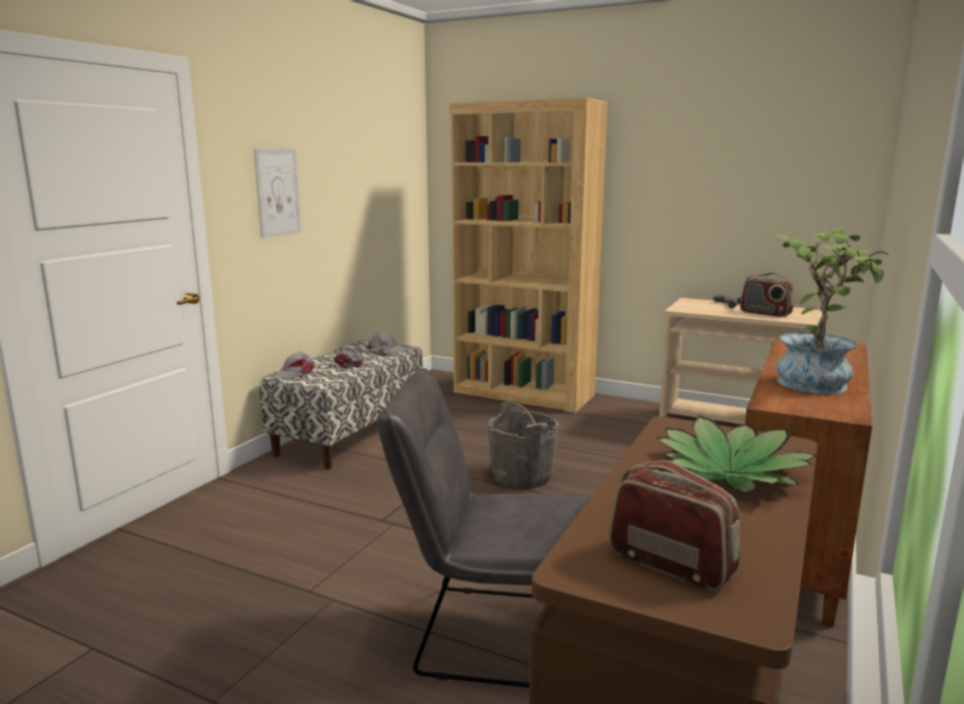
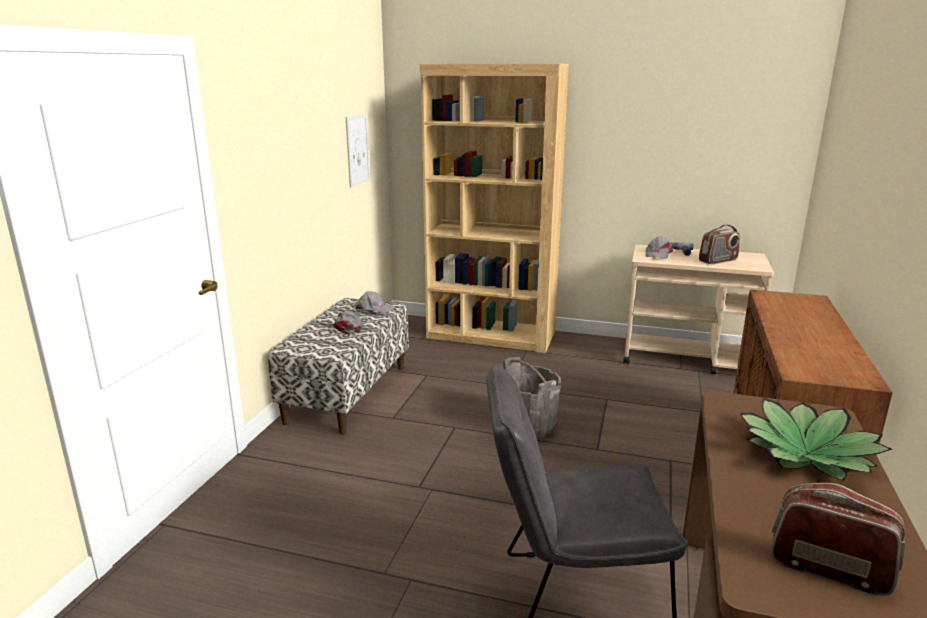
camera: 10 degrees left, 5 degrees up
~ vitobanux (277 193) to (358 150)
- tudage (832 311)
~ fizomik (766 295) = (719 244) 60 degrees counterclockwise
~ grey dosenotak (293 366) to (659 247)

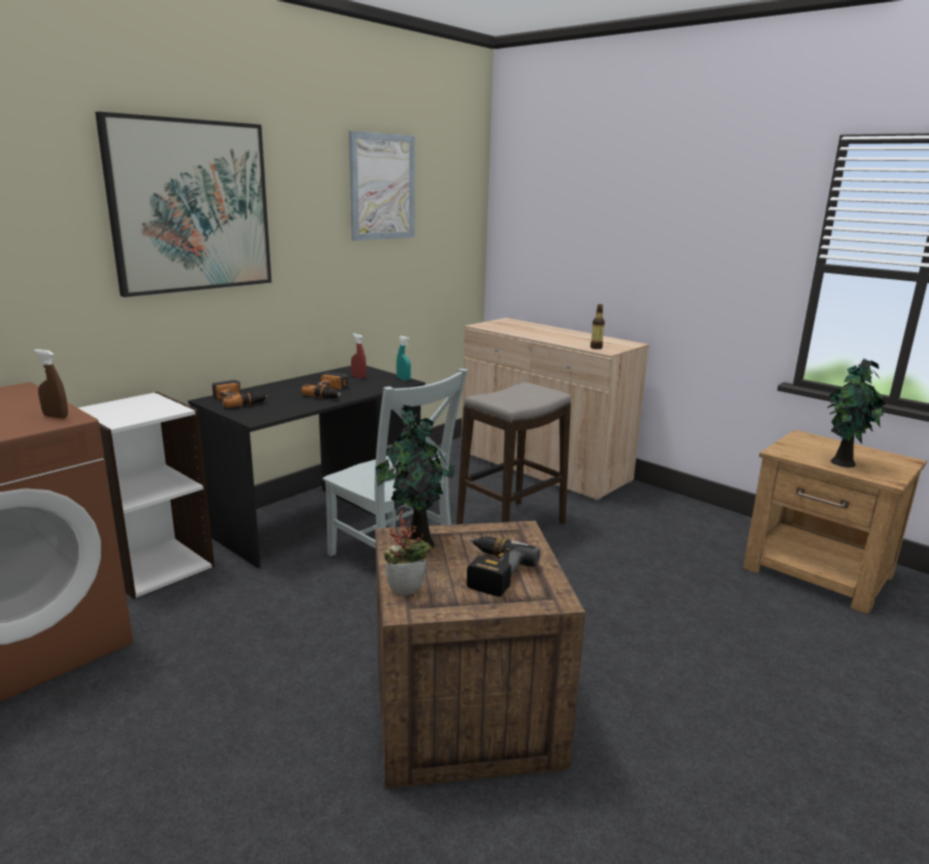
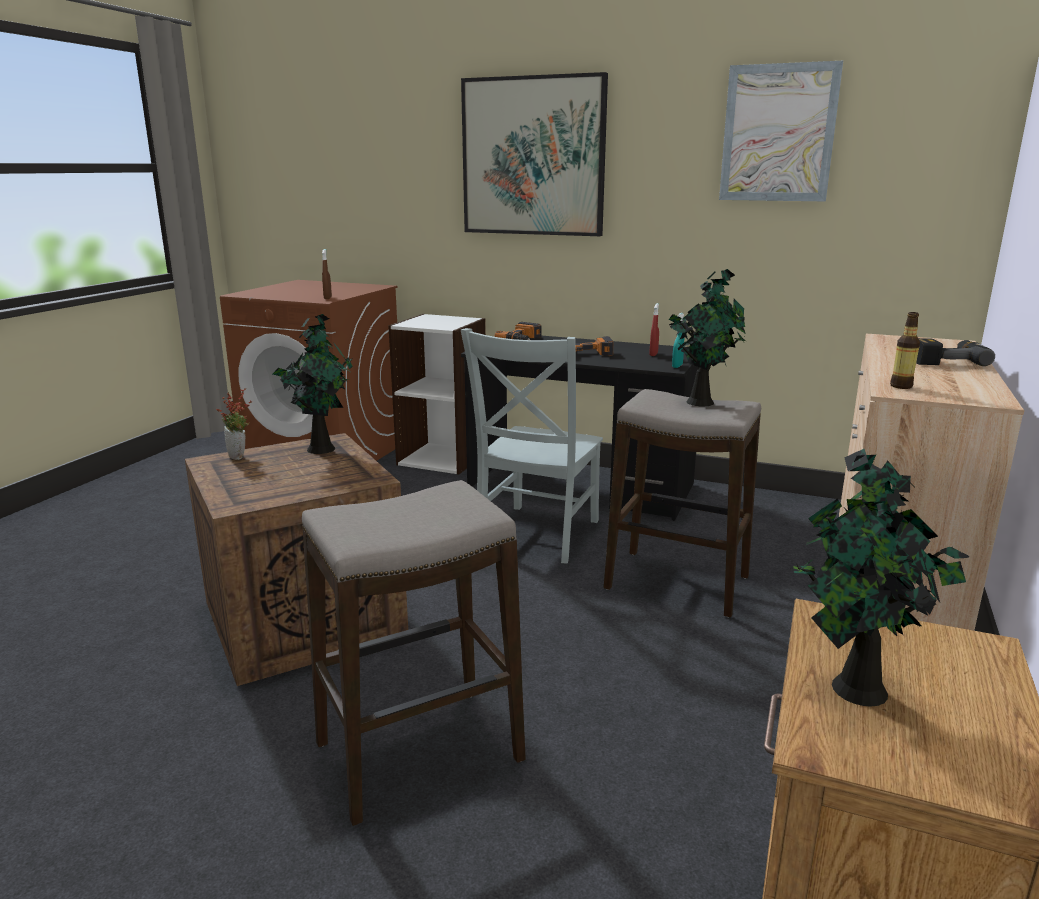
camera: 70 degrees right, 0 degrees up
~ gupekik (503 566) to (955 352)
+ tudage (707 337)
+ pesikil (414 653)

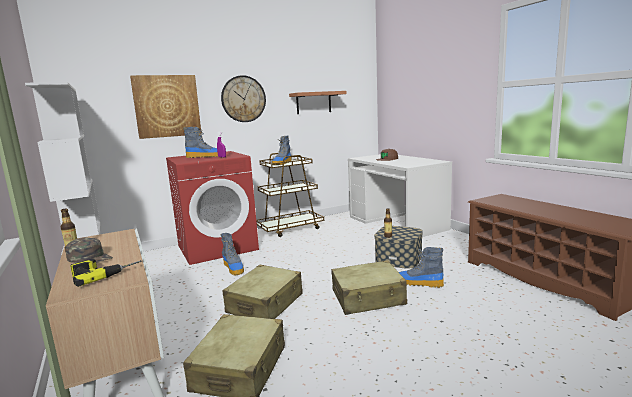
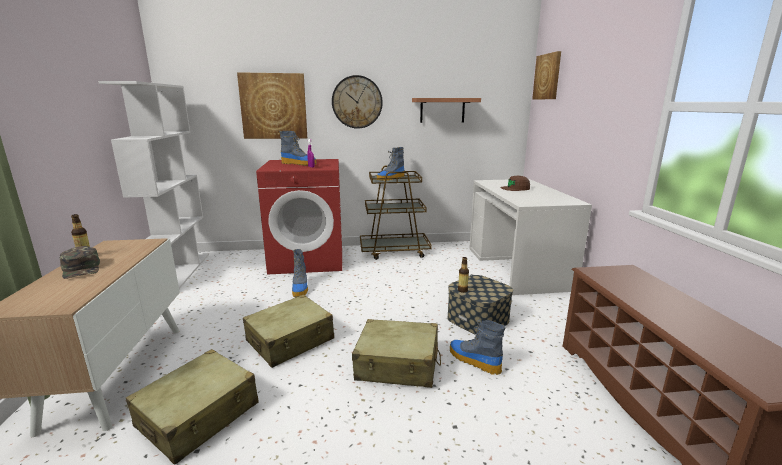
camera: 20 degrees right, 5 degrees up
- gupekik (106 272)
+ vitobanux (546 75)

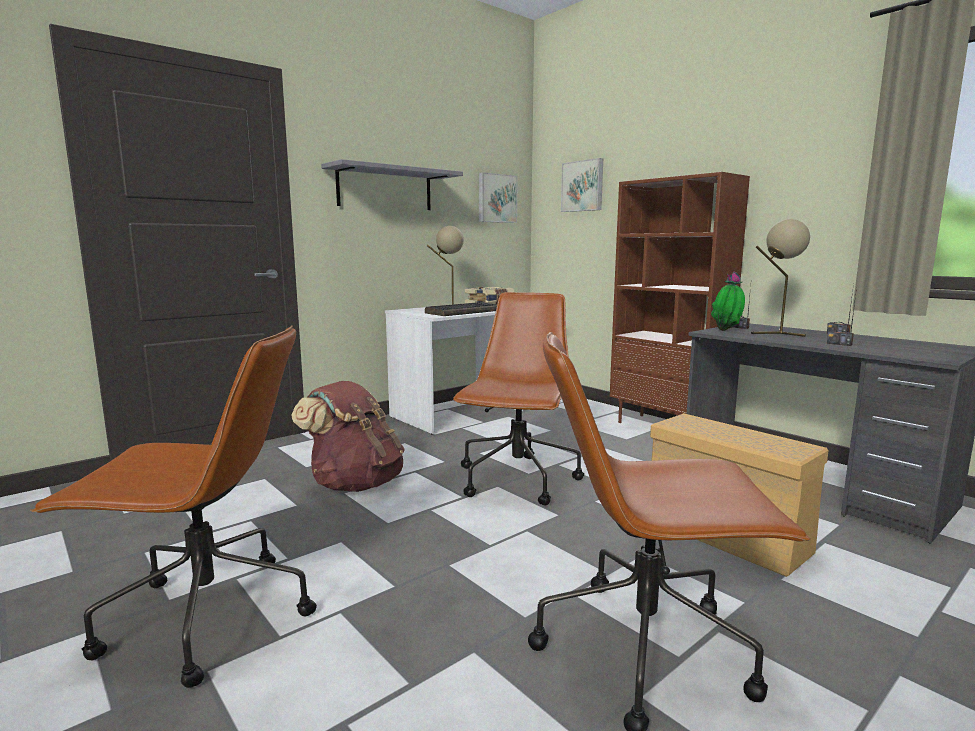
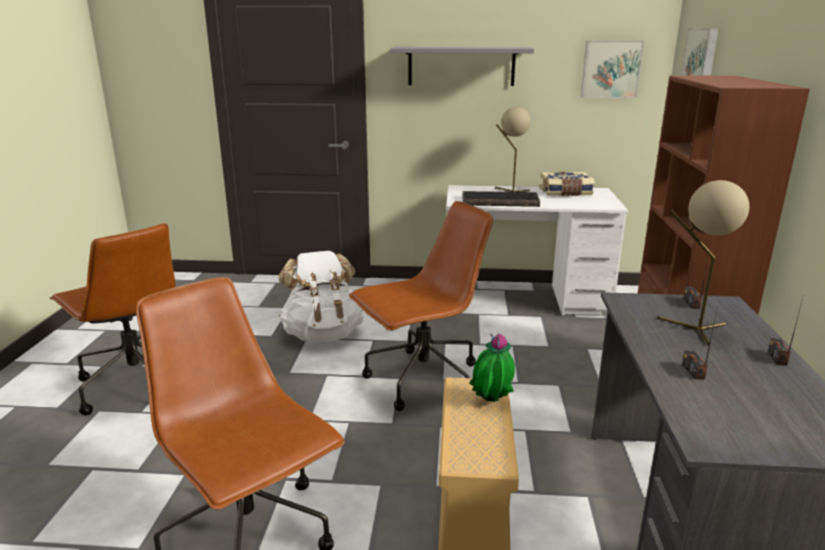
camera: 45 degrees right, 10 degrees up
~ tudage (728 301) to (492 367)
~ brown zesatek (347 436) to white zesatek (320 297)

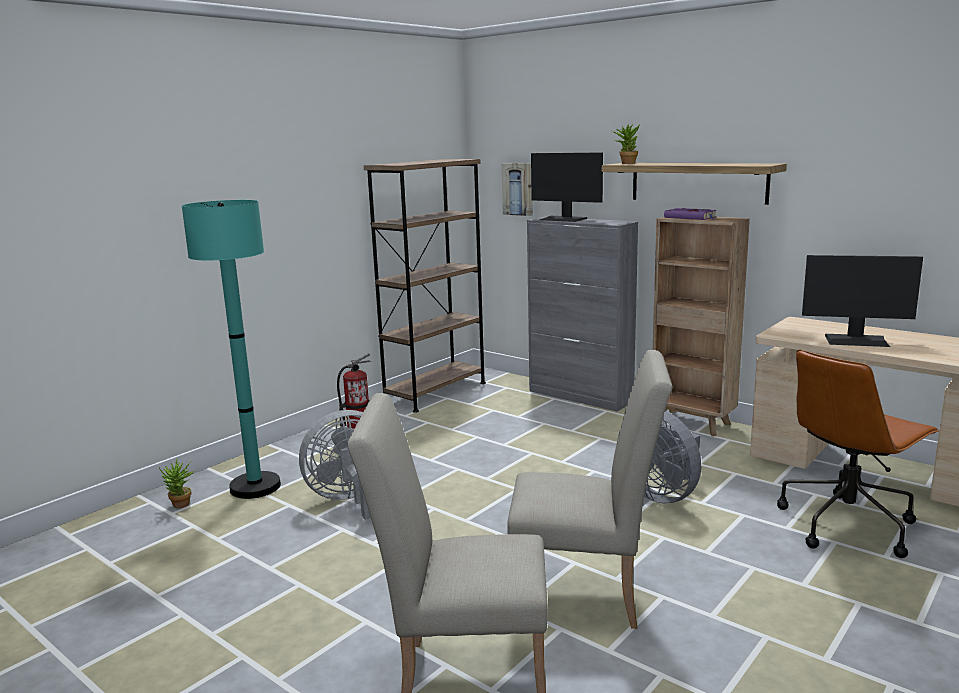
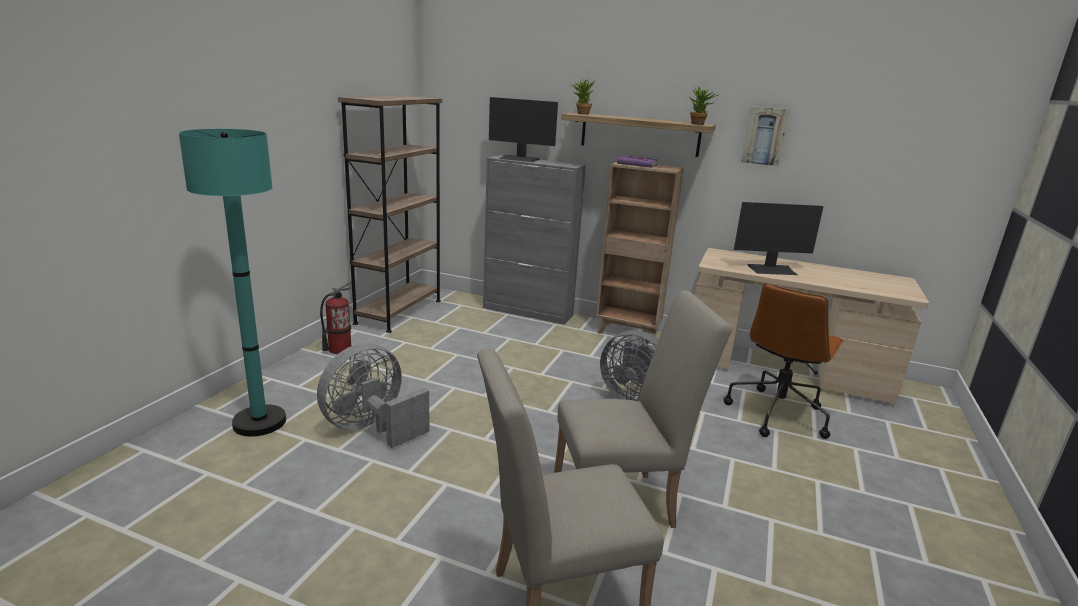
camera: 20 degrees left, 5 degrees up
~ vitobanux (517 189) to (765 136)
~ tudage (177 483) to (703 106)

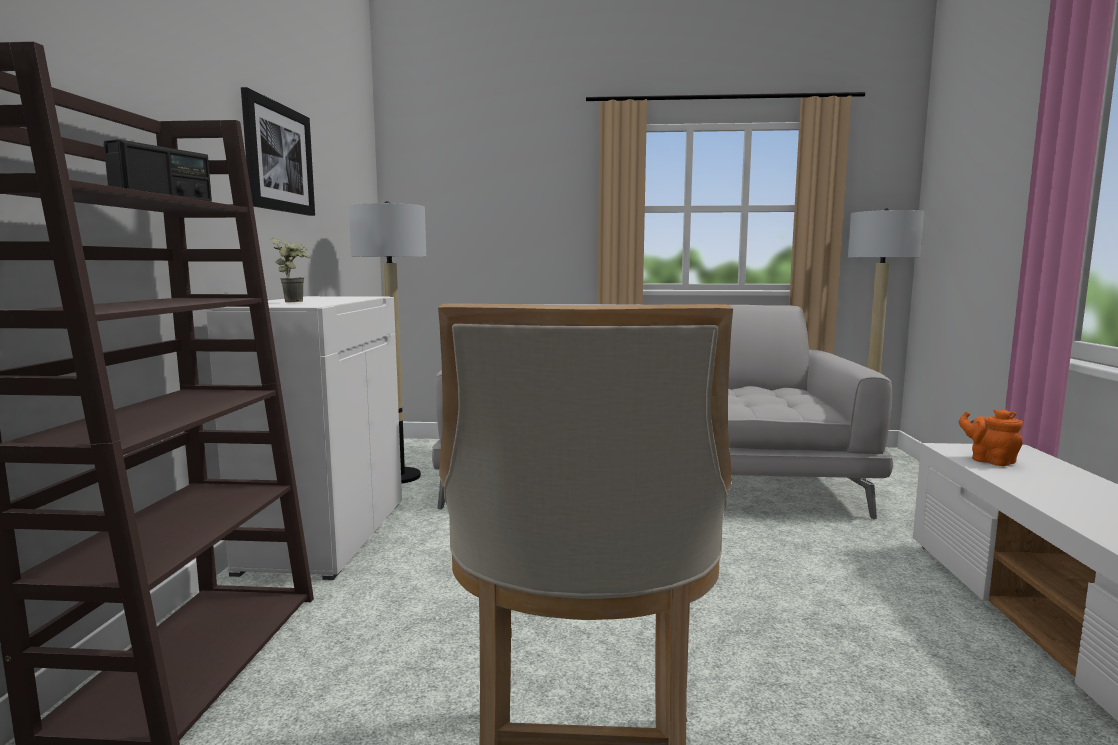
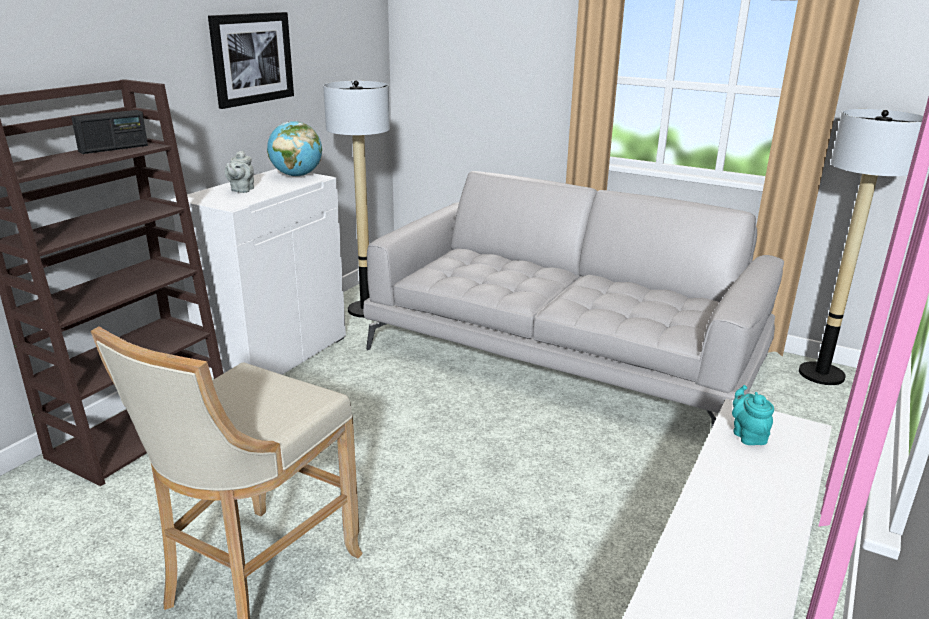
camera: 25 degrees right, 15 degrees up
~ tudage (290 269) to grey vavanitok (239 171)
~ orange vavanitok (991 437) to turquoise vavanitok (753 415)
+ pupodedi (294 149)

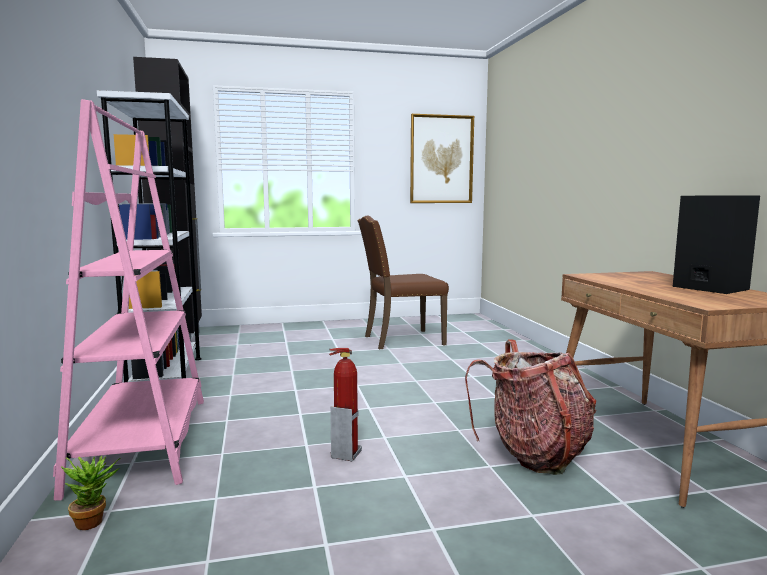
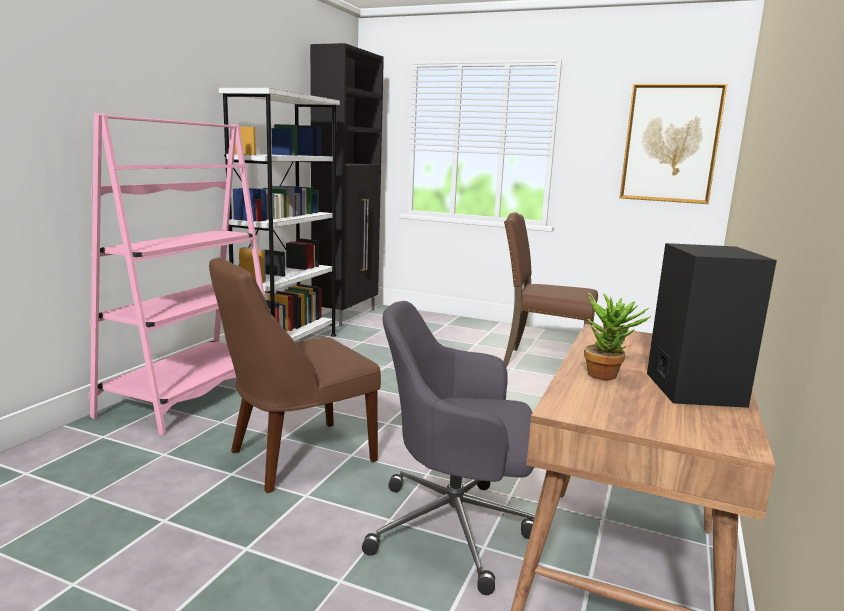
camera: 35 degrees right, 5 degrees up
~ zesatek (531 407) to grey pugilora (448 448)
~ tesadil (345 405) to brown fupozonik (295 375)
~ tudage (90 493) to (617 336)

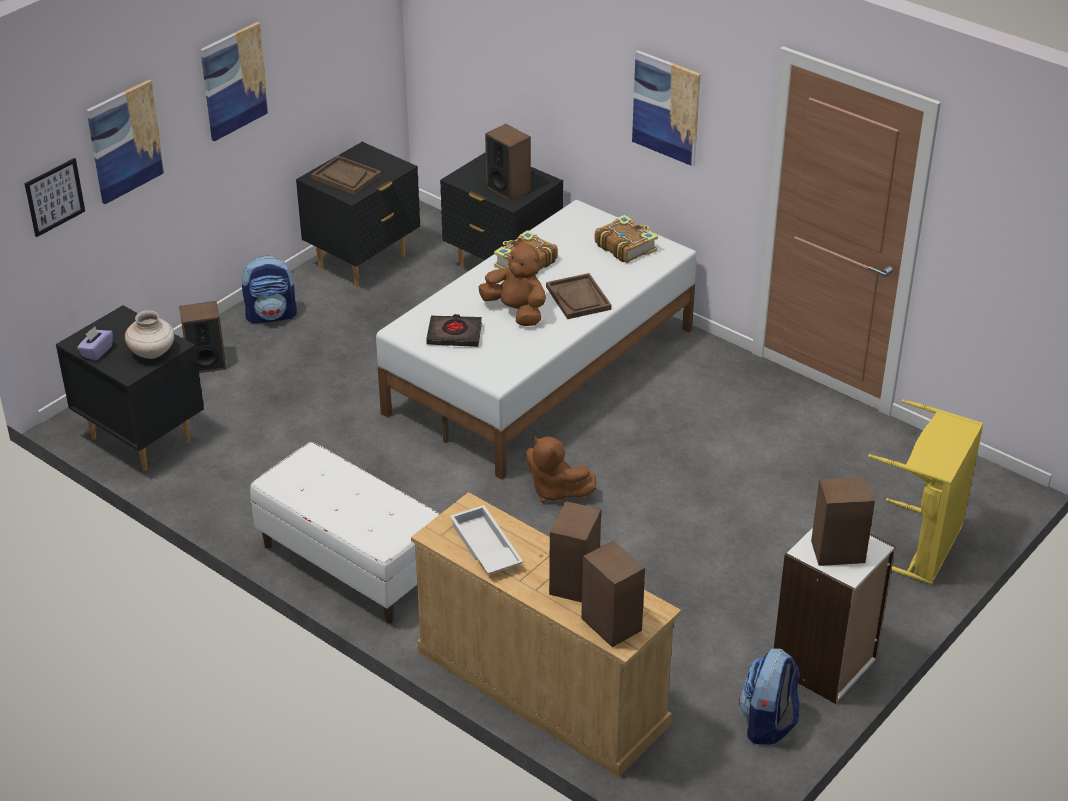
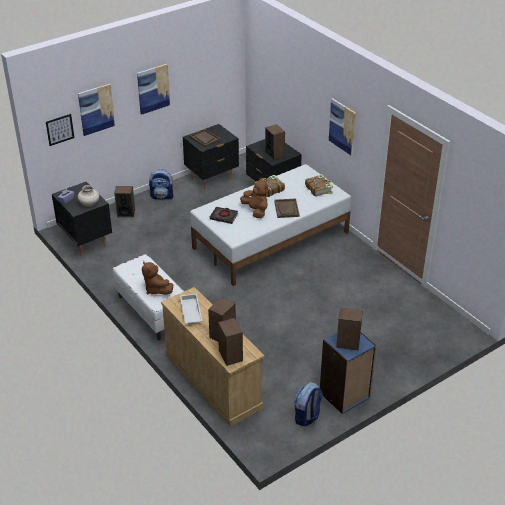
camera: 15 degrees right, 0 degrees up
- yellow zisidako (925 492)
~ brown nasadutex (561 469) to (157 278)
~ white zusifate (835 616) to blue zusifate (348 373)

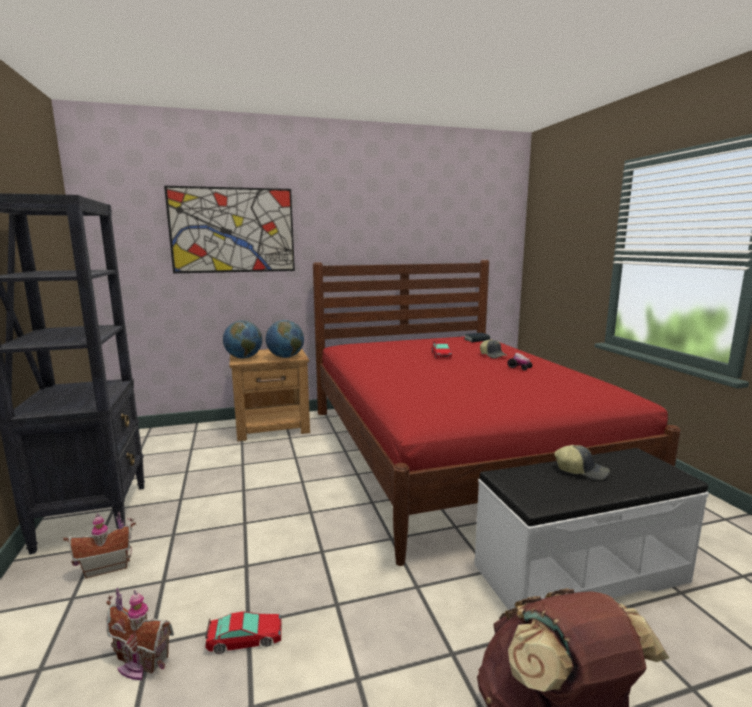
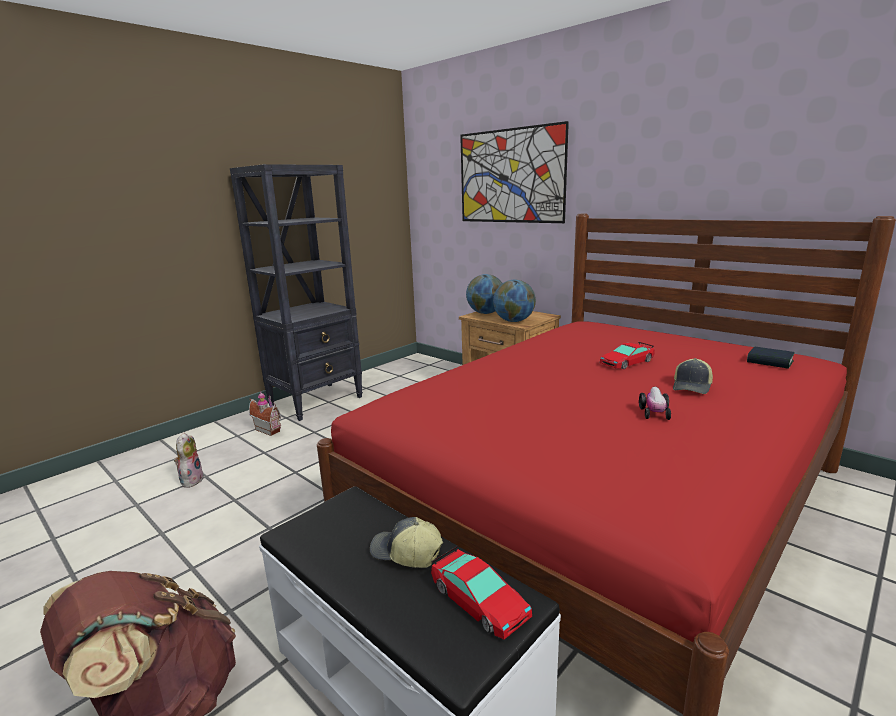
camera: 60 degrees right, 5 degrees up
~ dosenotak (582 462) = (406 542) 120 degrees clockwise
~ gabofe (140 634) to nasadutex (189 460)
~ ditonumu (243 632) to (481 592)

